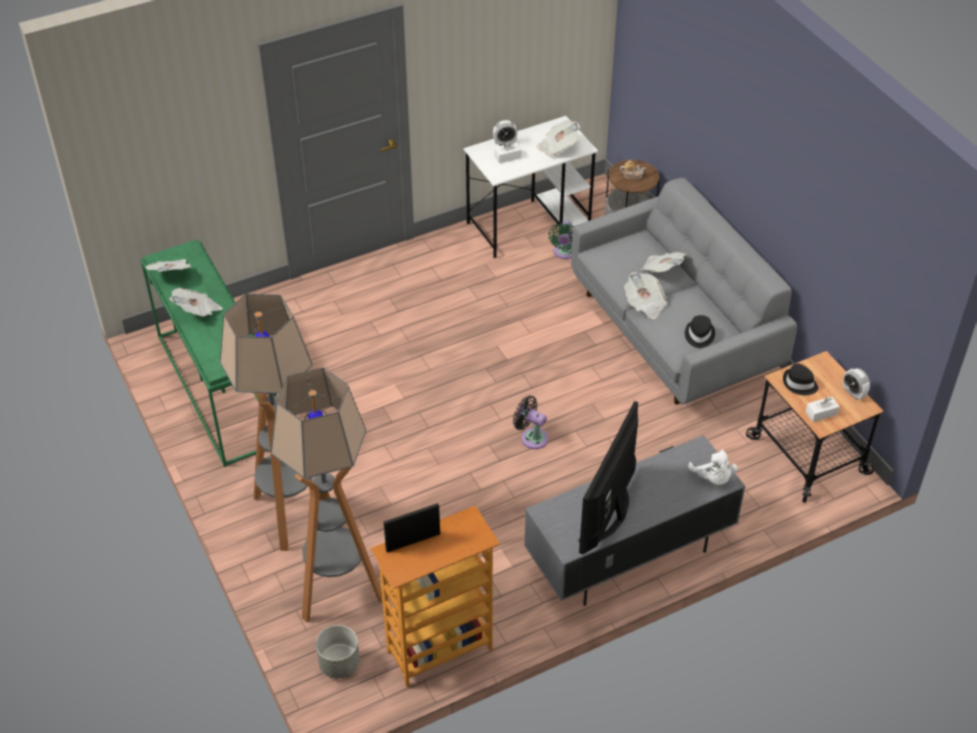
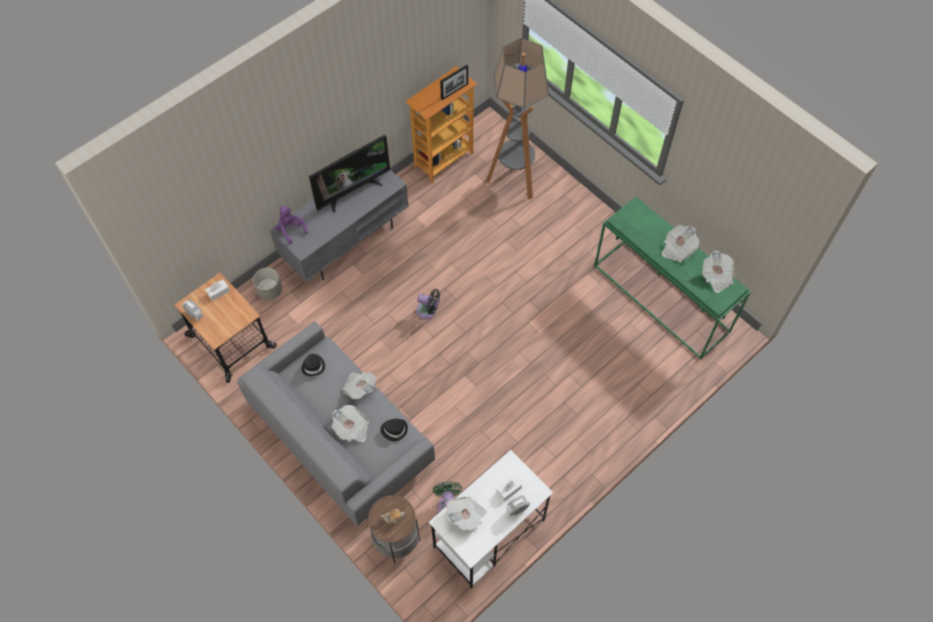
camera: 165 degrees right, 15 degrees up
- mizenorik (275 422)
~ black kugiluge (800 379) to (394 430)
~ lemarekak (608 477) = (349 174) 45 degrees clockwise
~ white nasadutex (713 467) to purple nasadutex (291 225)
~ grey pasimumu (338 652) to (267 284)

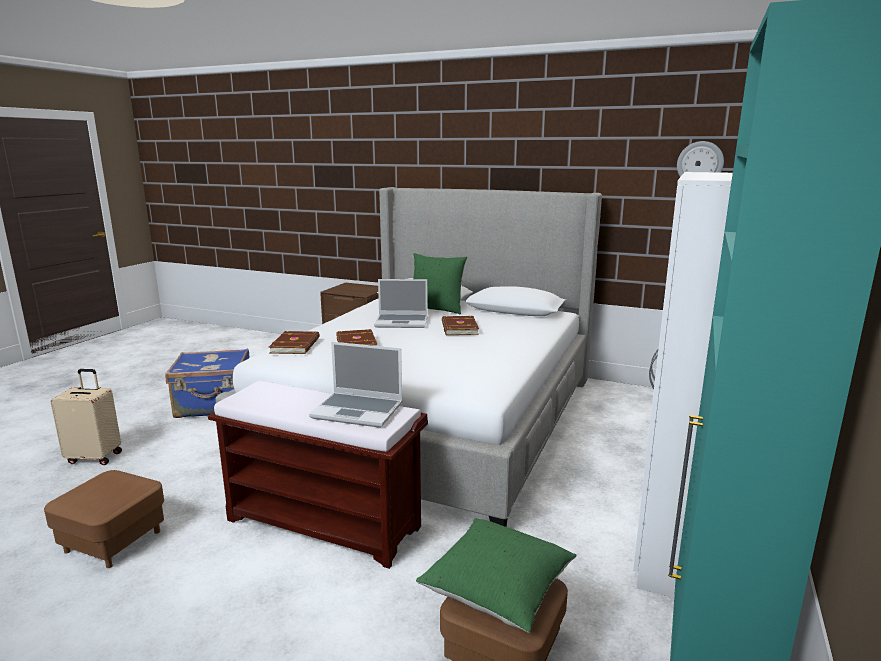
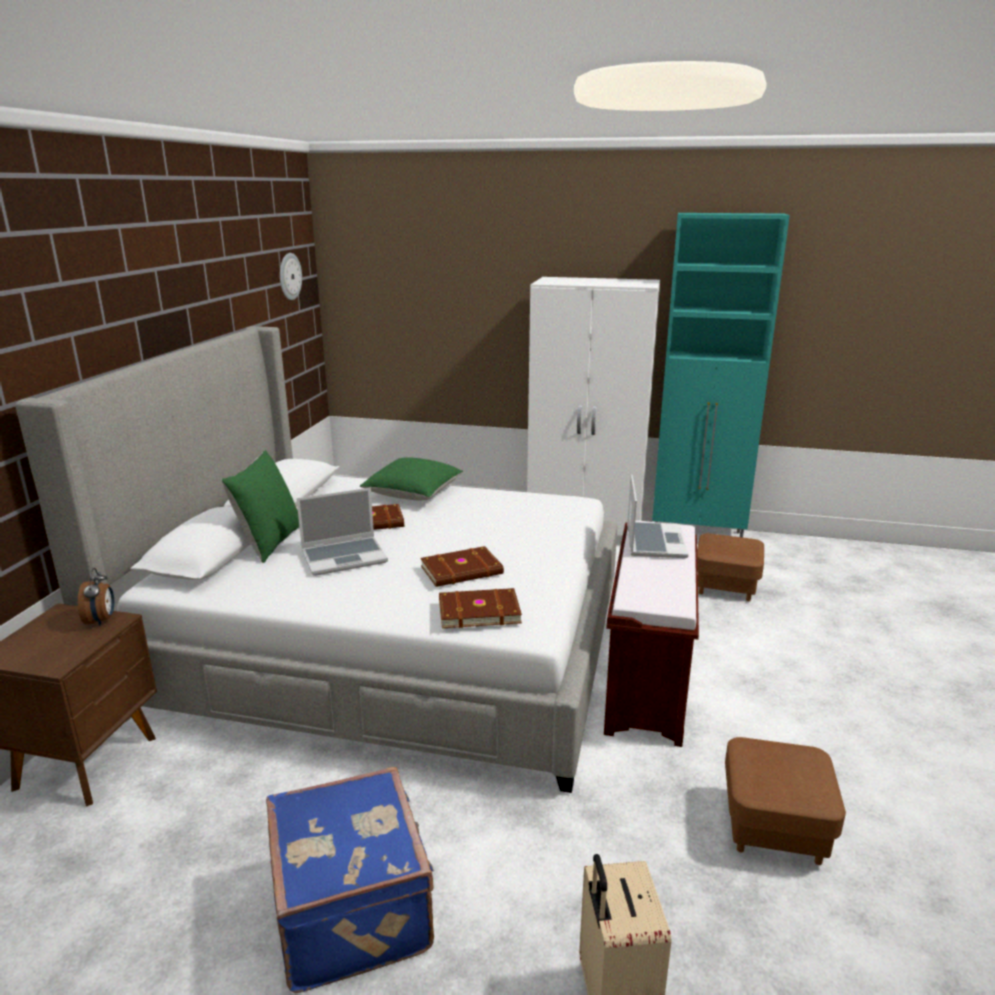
camera: 100 degrees left, 5 degrees up
~ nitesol (401 303) = (342 532) 75 degrees clockwise
~ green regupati (496 575) to (411 478)
+ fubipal (96 597)

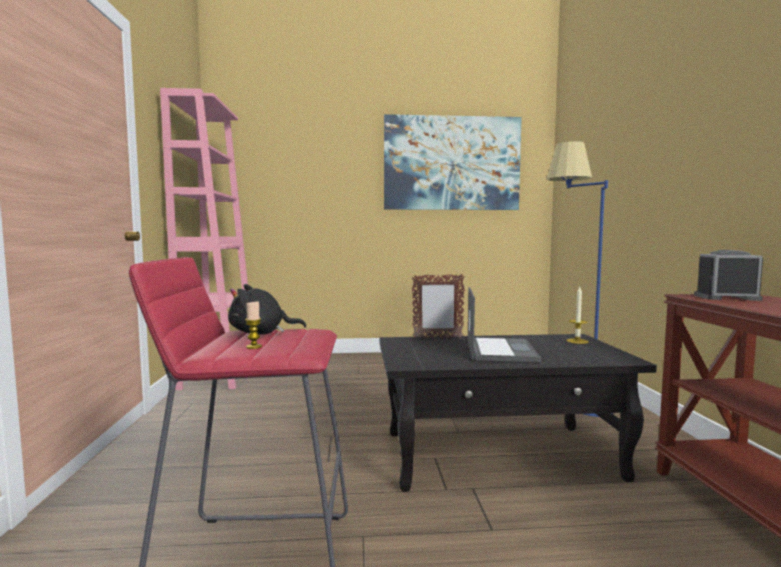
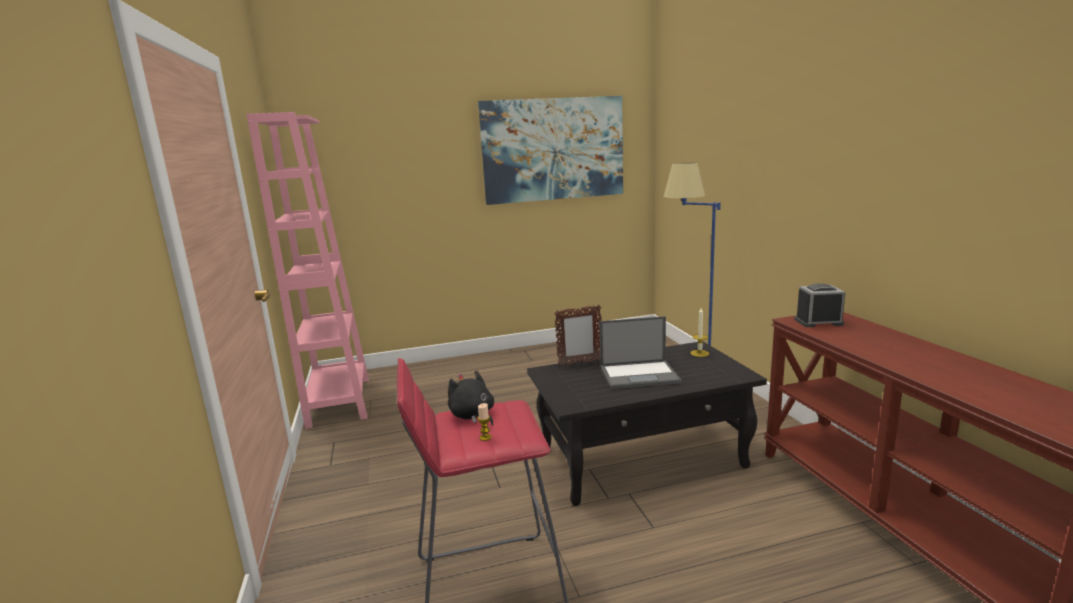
camera: 10 degrees left, 10 degrees up
~ black nasadutex (267 309) = (471 398) 75 degrees clockwise
~ nitesol (504 324) = (640 352) 90 degrees clockwise

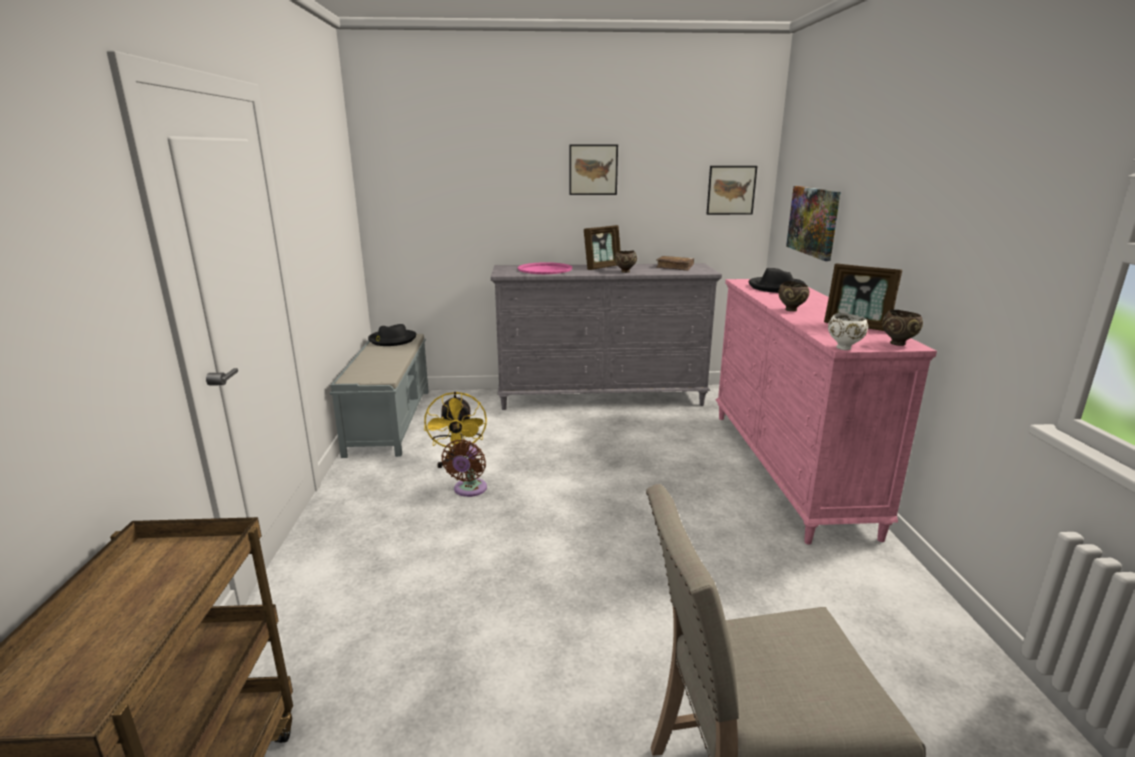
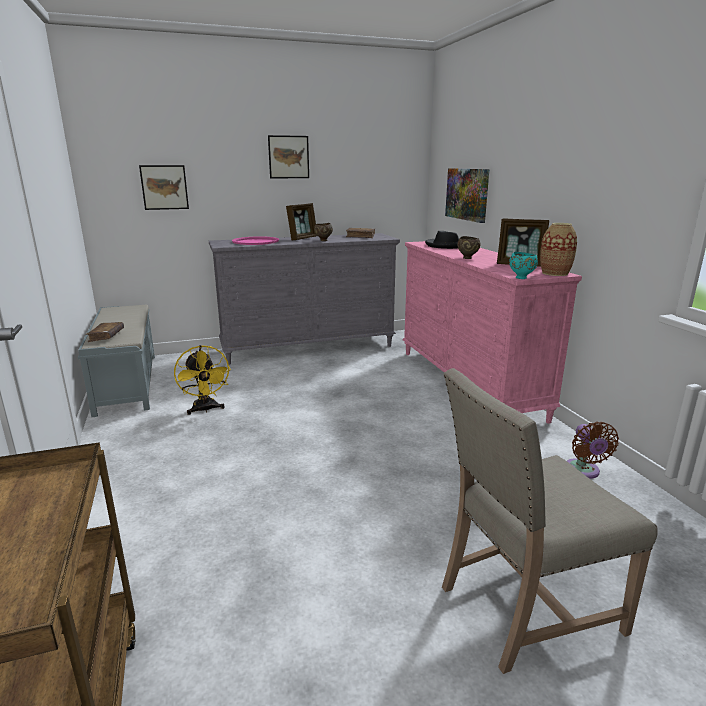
camera: 15 degrees left, 0 degrees up
~ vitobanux (732 190) to (164 187)
~ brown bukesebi (902 328) to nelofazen (558 249)
~ white bukesebi (848 331) to turquoise bukesebi (523 265)
- black kugiluge (392 335)
~ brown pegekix (464 468) to (593 450)
+ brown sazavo (105 332)

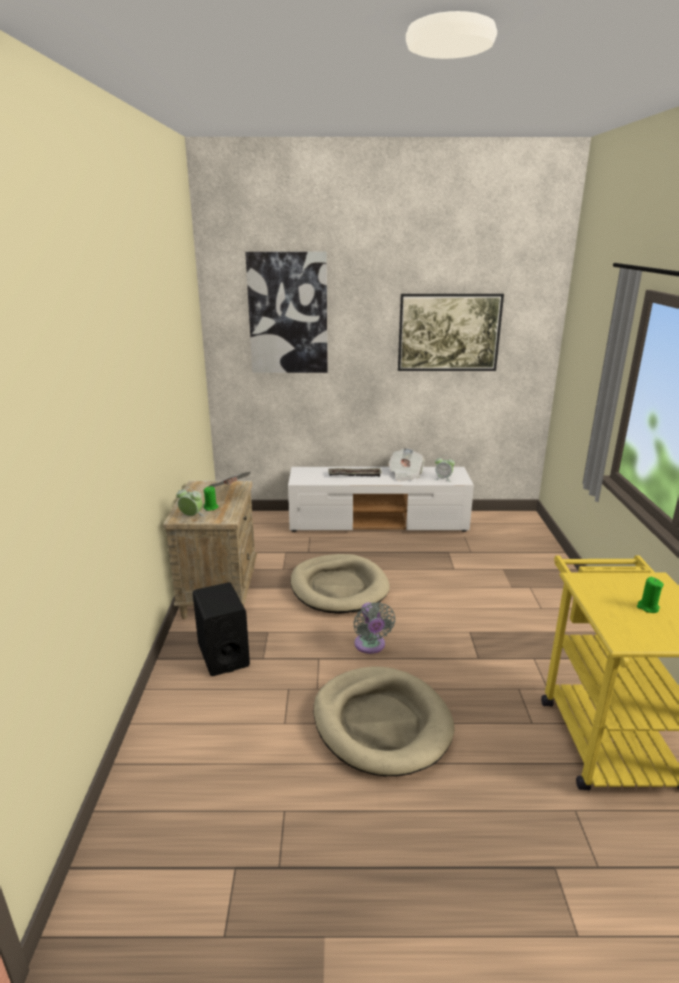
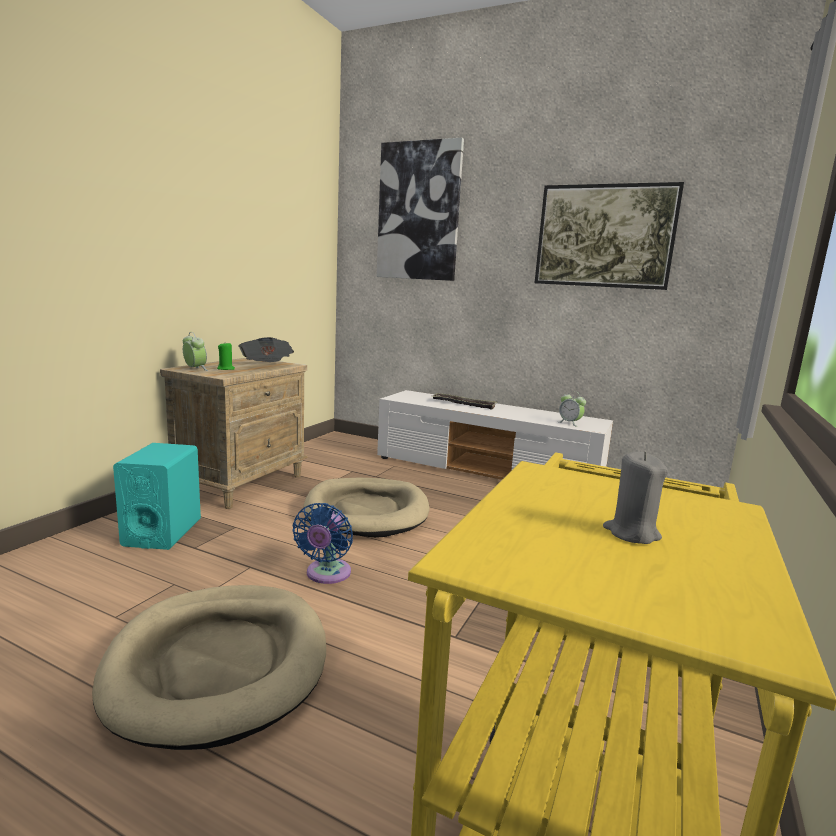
camera: 25 degrees right, 10 degrees down
- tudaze (406 464)
~ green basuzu (650 595) to grey basuzu (635 498)
~ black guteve (221 629) to turquoise guteve (157 496)
~ grey pegekix (374 628) to blue pegekix (322 543)

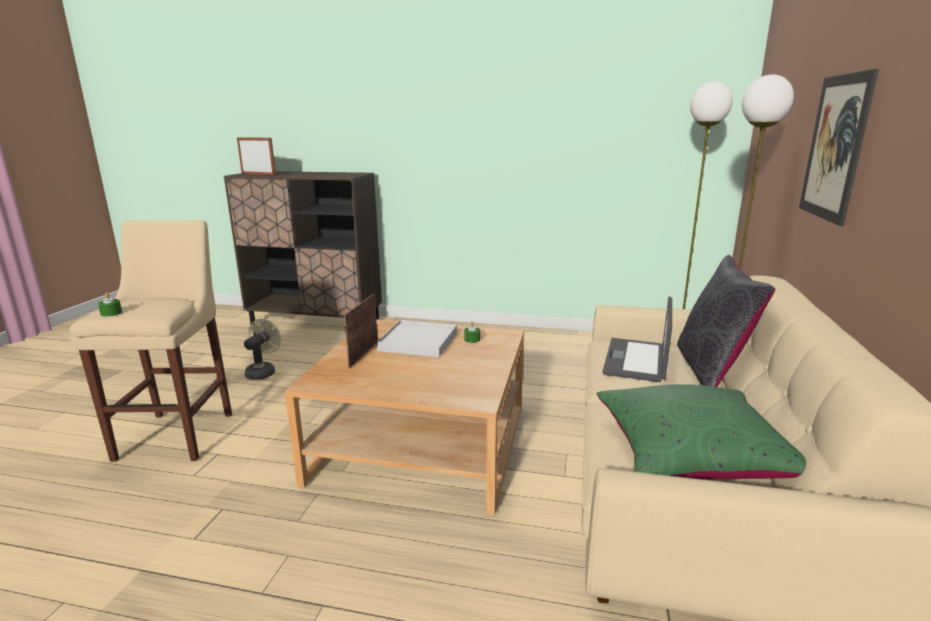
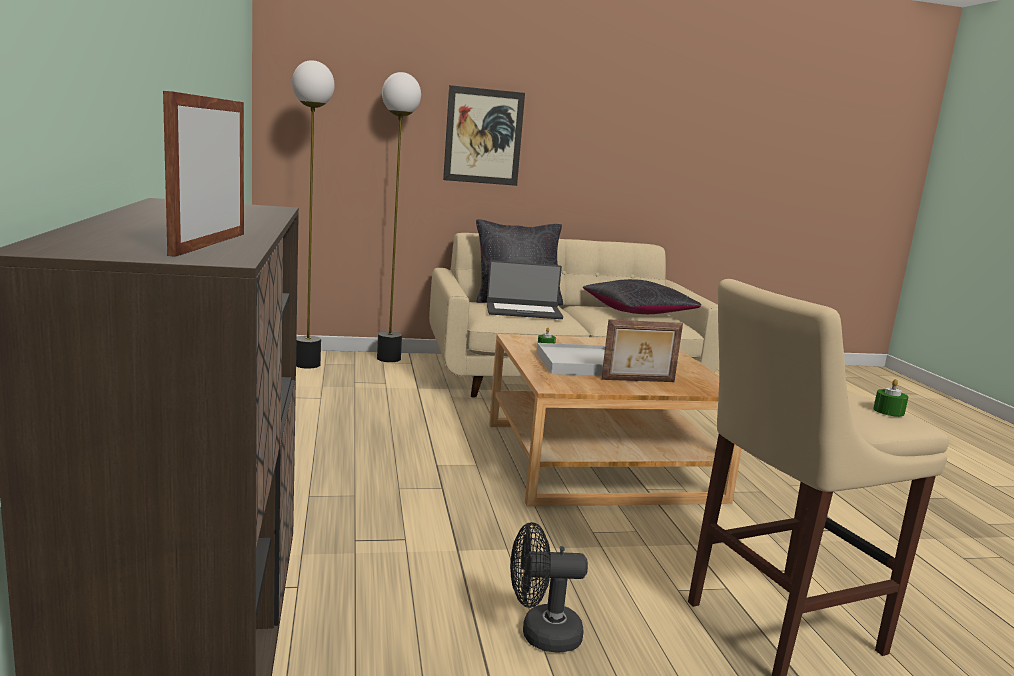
camera: 115 degrees left, 5 degrees down
~ beige pegekix (262 349) to black pegekix (549 587)
~ green regupati (701 432) to black regupati (642 296)

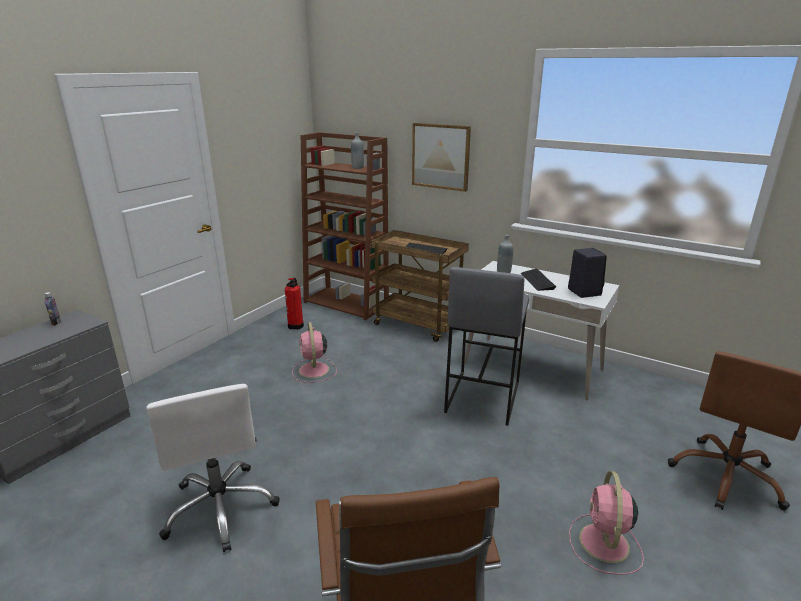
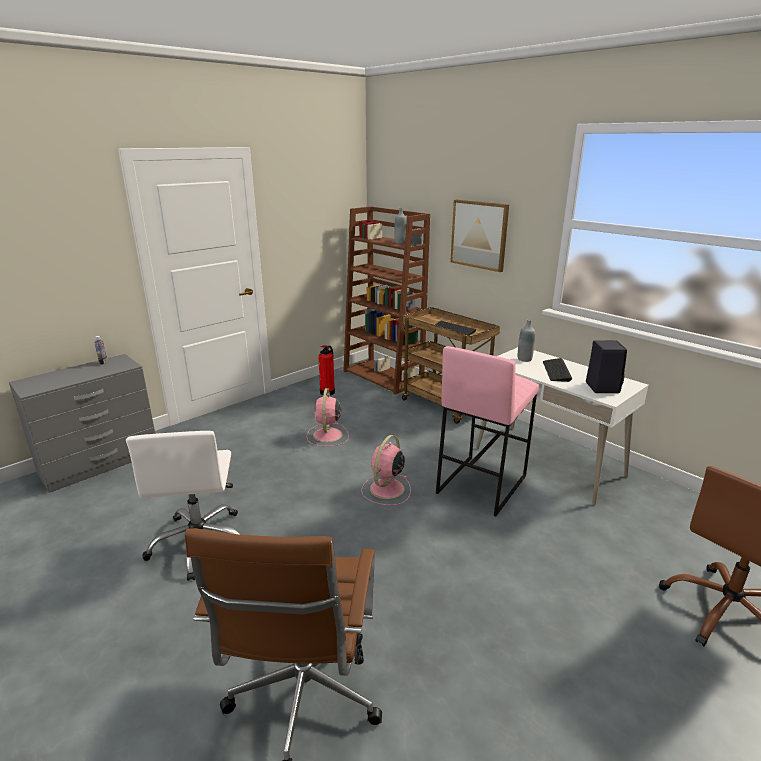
camera: 15 degrees right, 0 degrees up
~ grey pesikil (486 346) to pink pesikil (487 431)
~ pink pegekix (606 523) to (386 470)

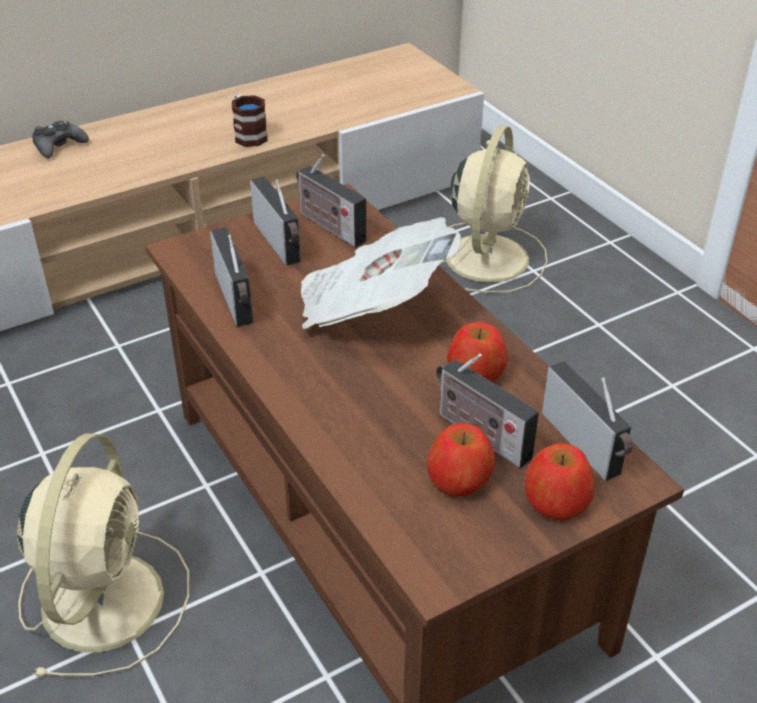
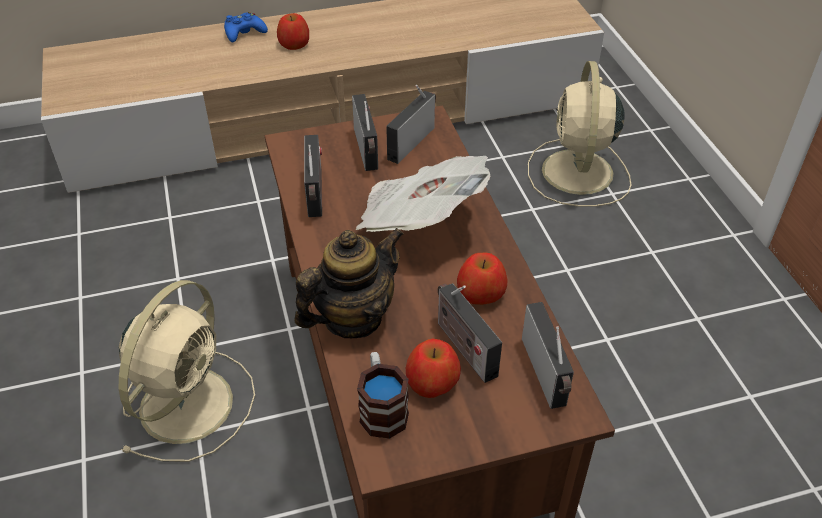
camera: 15 degrees right, 5 degrees up
~ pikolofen (250 120) to (383 395)
~ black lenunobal (60 139) to blue lenunobal (246 27)
~ beige pegekix (494 209) = (579 134) 150 degrees clockwise
~ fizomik (331 200) = (411 124) 60 degrees clockwise
~ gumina (559 482) to (293 31)
+ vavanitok (349 283)

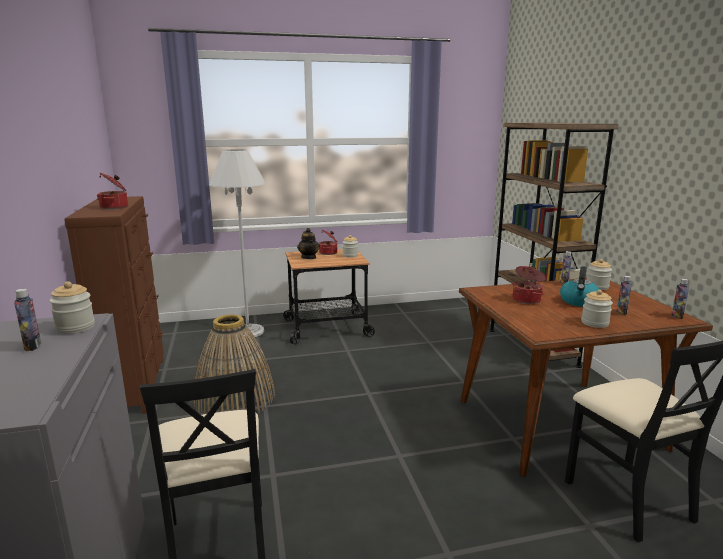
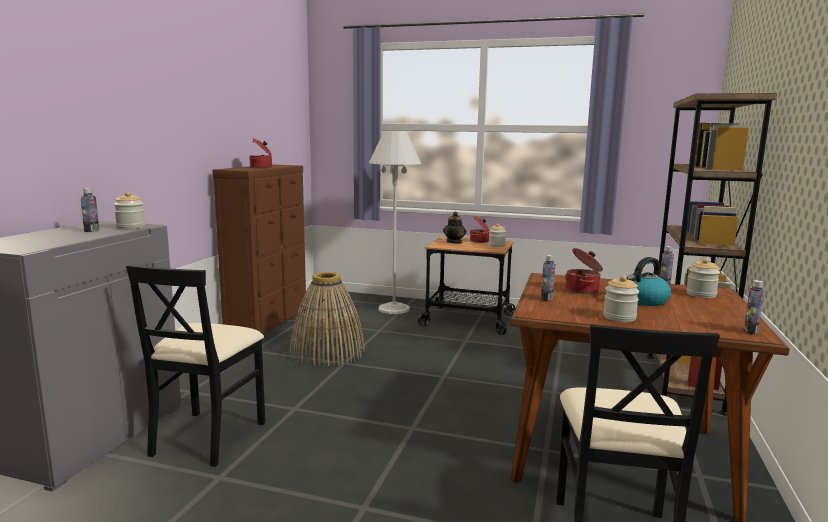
camera: 30 degrees right, 5 degrees down
~ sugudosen (624 295) to (548 278)

